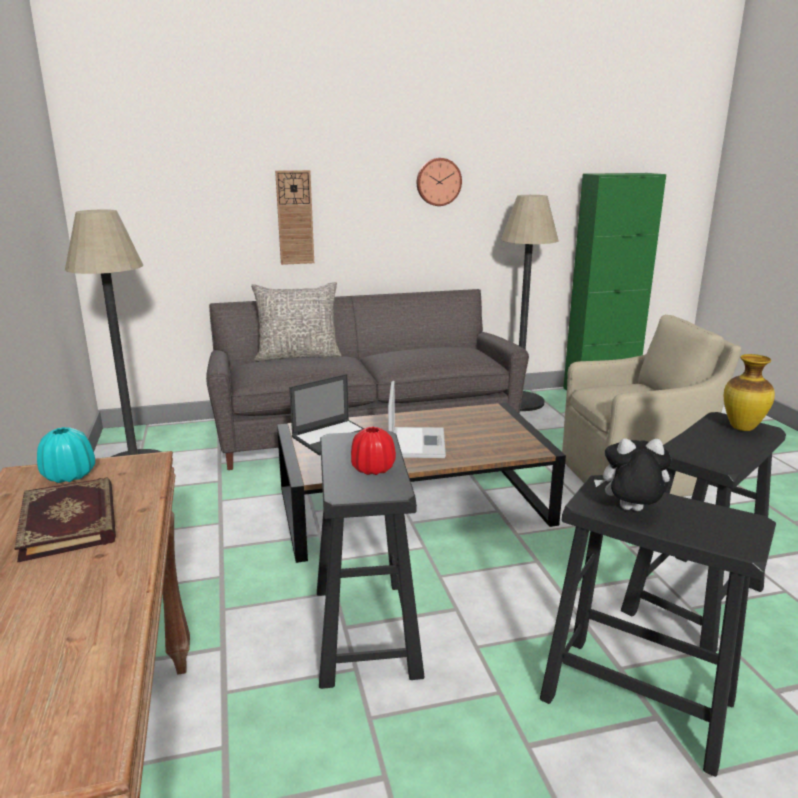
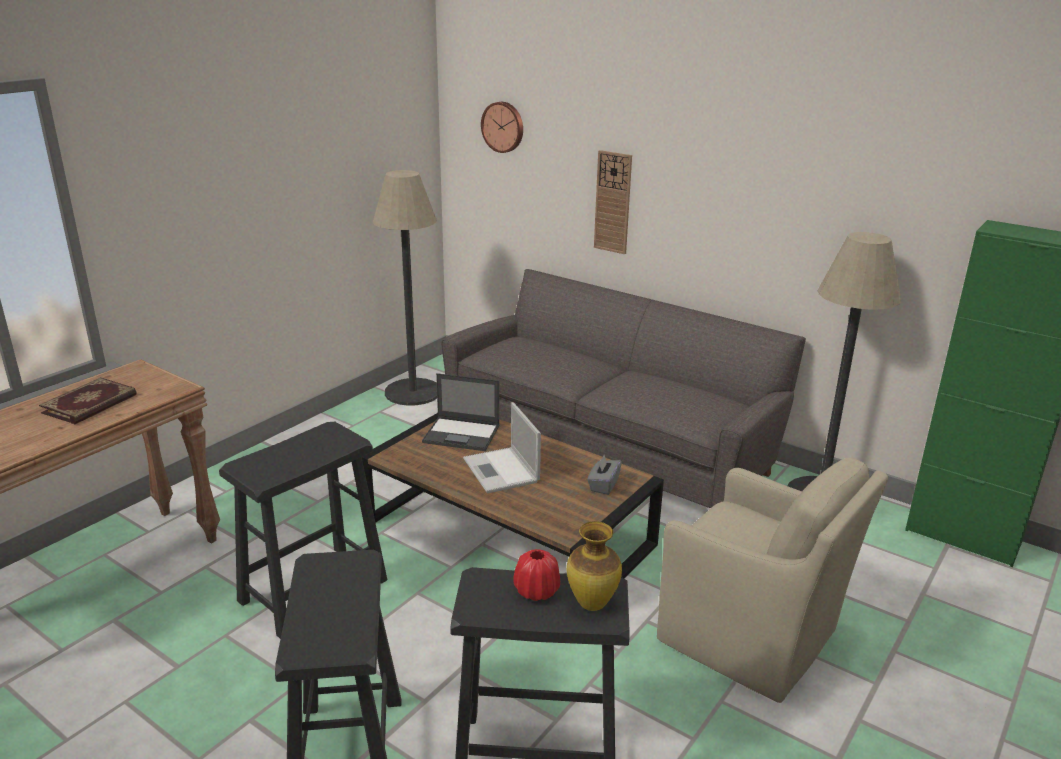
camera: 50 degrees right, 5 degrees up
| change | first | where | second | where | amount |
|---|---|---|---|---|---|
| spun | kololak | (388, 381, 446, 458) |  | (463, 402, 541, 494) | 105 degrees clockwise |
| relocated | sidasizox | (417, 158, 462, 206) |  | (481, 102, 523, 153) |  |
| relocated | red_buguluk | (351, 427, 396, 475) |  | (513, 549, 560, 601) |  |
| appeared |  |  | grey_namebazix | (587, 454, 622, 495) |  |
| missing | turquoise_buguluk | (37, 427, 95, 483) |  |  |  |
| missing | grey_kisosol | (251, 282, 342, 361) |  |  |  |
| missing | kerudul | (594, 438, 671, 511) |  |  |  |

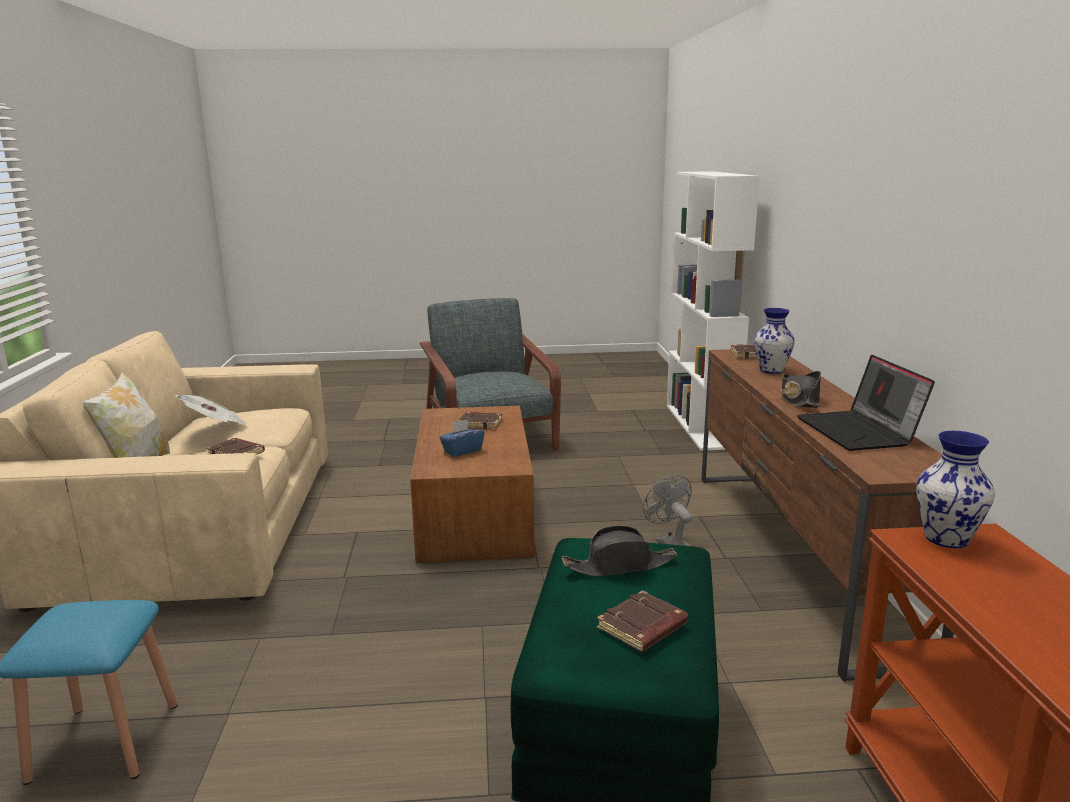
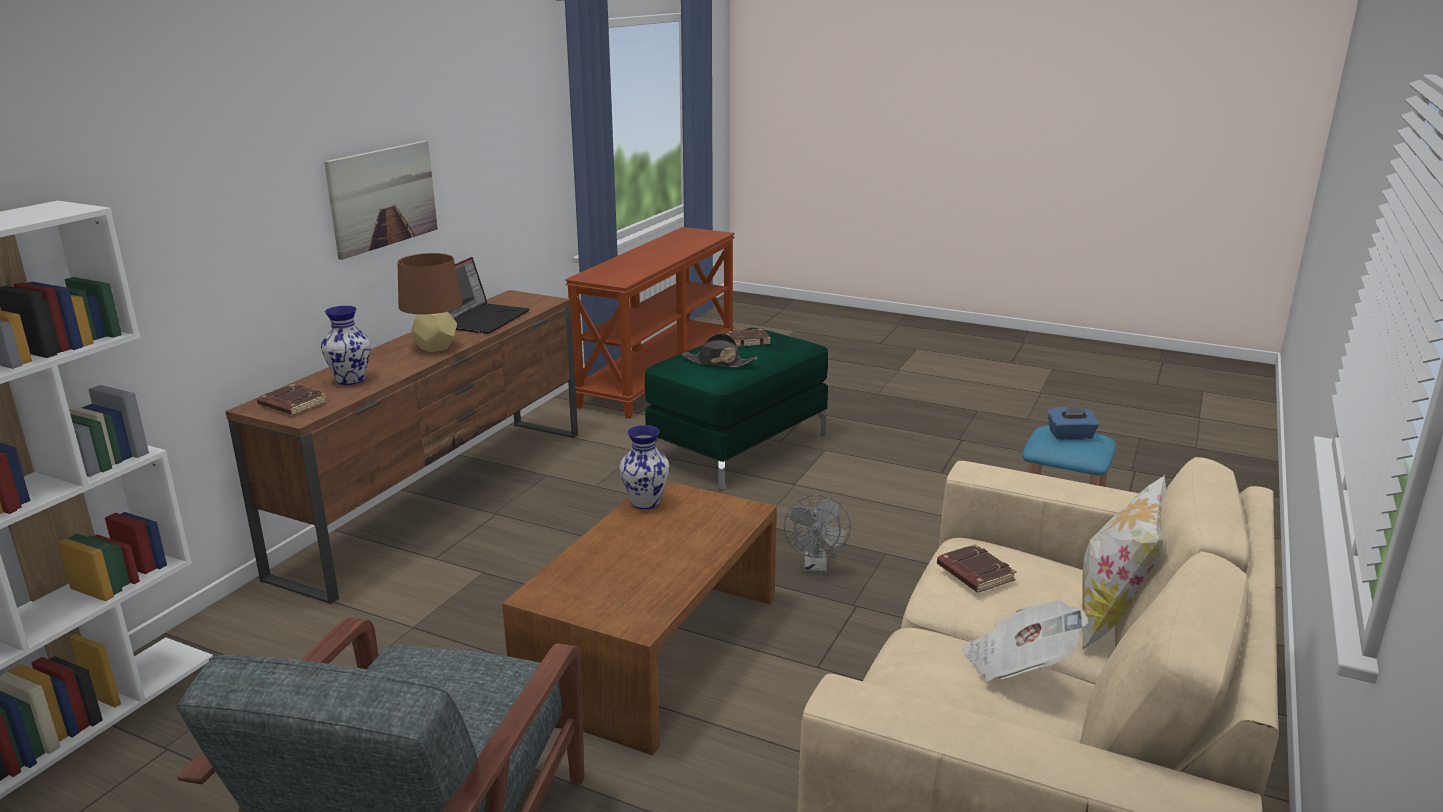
camera: 150 degrees left, 5 degrees up
| change | first | where | second | where | amount |
|---|---|---|---|---|---|
| appeared |  |  | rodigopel | (324, 141, 438, 260) |  |
| exchanged | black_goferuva | (781, 371, 821, 408) | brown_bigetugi | (397, 253, 463, 352) |  |
| relocated | buguluk | (916, 431, 995, 548) |  | (619, 425, 670, 509) |  |
| relocated | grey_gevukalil | (643, 475, 692, 546) |  | (784, 494, 851, 574) |  |
| relocated | blue_namebazix | (439, 420, 485, 457) |  | (1048, 406, 1099, 440) |  |
| missing | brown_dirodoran | (457, 412, 502, 430) |  |  |  |

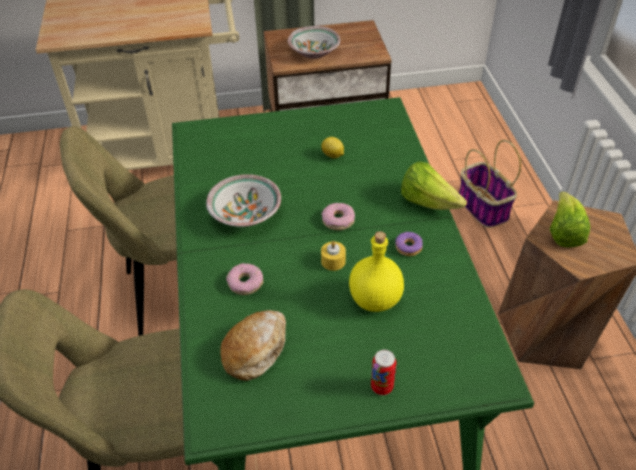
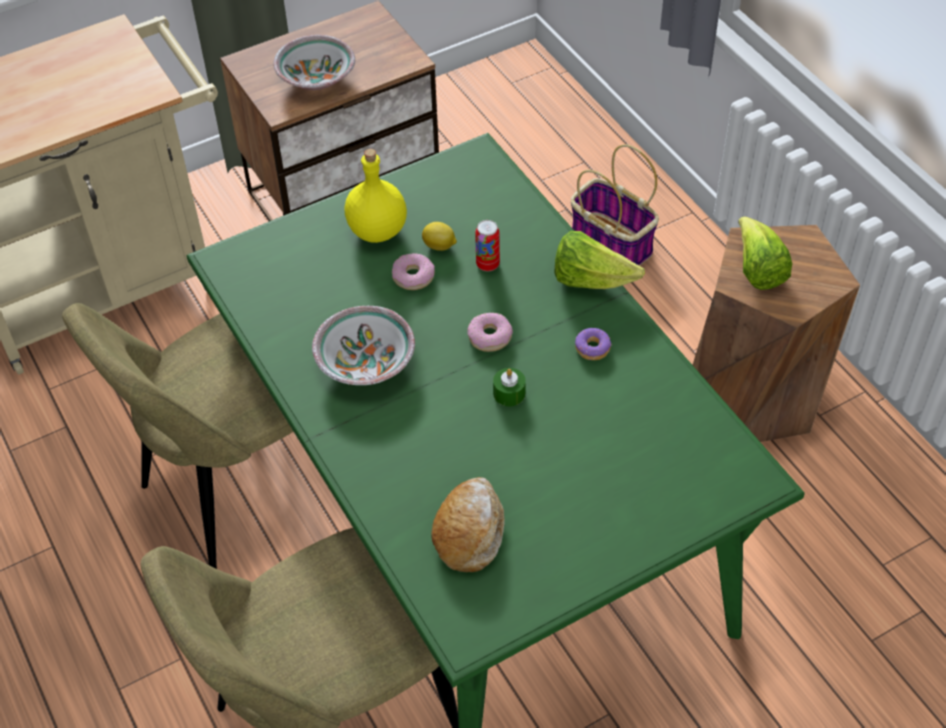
camera: 20 degrees left, 5 degrees up
| change | first | where | second | where | amount |
|---|---|---|---|---|---|
| relocated | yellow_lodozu | (349, 231, 404, 312) |  | (345, 149, 407, 243) |  |
| relocated | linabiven | (226, 263, 263, 295) |  | (392, 253, 435, 290) |  |
| relocated | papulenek | (371, 349, 396, 395) |  | (475, 220, 500, 271) |  |
| colour | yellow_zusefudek | (321, 241, 346, 271) | green_zusefudek | (493, 368, 526, 406) |  |

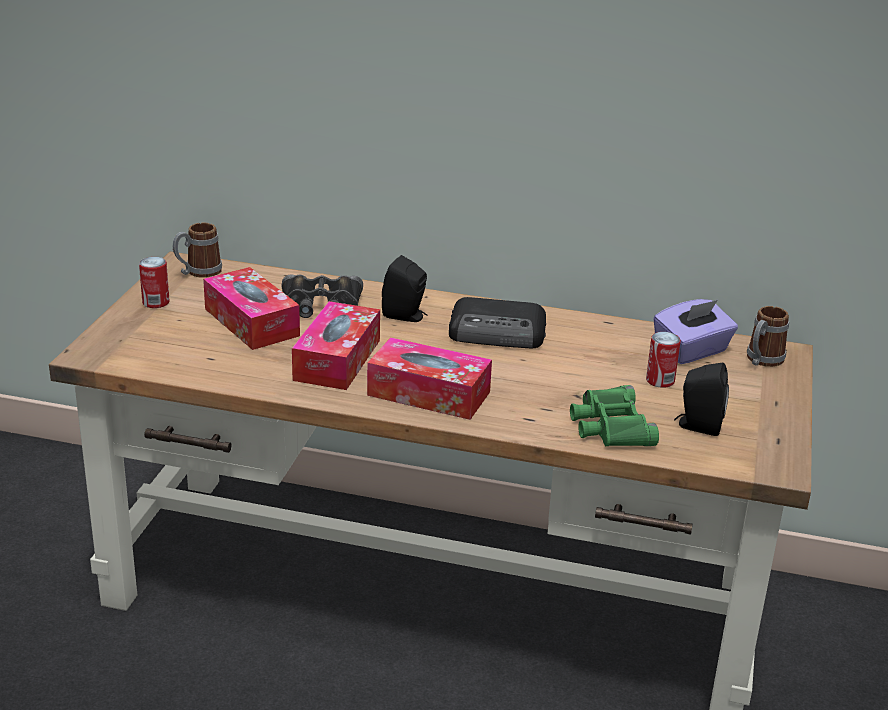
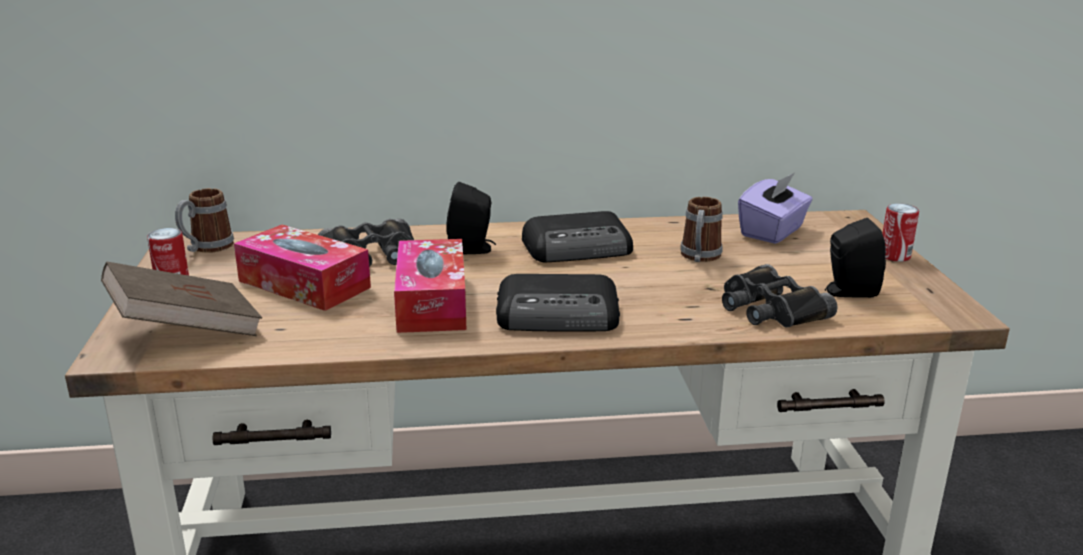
camera: 20 degrees left, 5 degrees down
| change | first | where | second | where | amount |
|---|---|---|---|---|---|
| appeared |  |  | brown_dirodoran | (101, 262, 262, 336) |  |
| exchanged | namebazix | (367, 337, 492, 420) | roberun | (496, 274, 620, 332) |  |
| relocated | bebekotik | (747, 306, 789, 367) |  | (680, 197, 723, 262) |  |
| colour | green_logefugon | (570, 385, 659, 446) | black_logefugon | (722, 264, 837, 328) |  |
| relocated | papulenek | (646, 332, 681, 388) |  | (882, 203, 919, 262) |  |

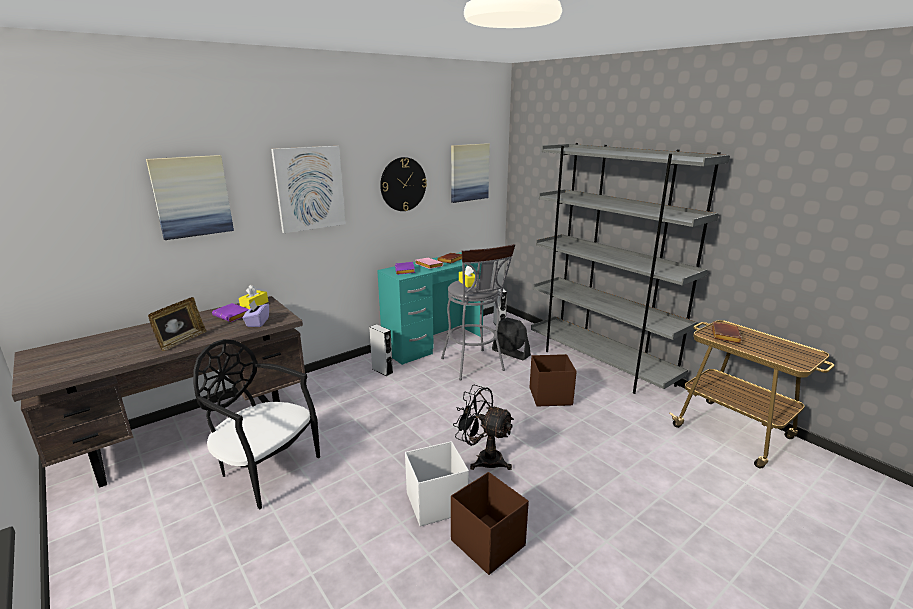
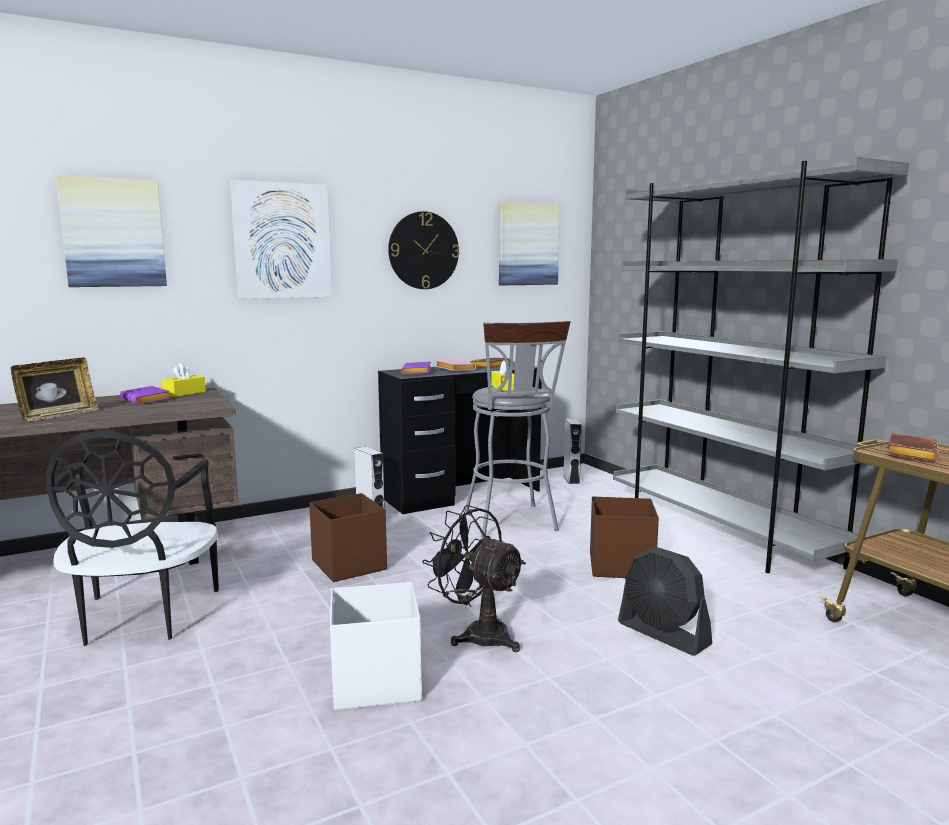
camera: 10 degrees right, 10 degrees down
| change | first | where | second | where | amount |
|---|---|---|---|---|---|
| spun | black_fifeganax | (193, 339, 320, 509) |  | (46, 430, 219, 646) | 135 degrees counterclockwise |
| relocated | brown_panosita | (451, 472, 529, 575) |  | (309, 493, 387, 582) |  |
| colour | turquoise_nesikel | (377, 252, 483, 365) | black_nesikel | (378, 361, 542, 514) |  |
| relocated | black_gevukalil | (492, 318, 531, 360) |  | (618, 547, 712, 656) |  |
| missing | purple_namebazix | (242, 301, 269, 327) |  |  |  |

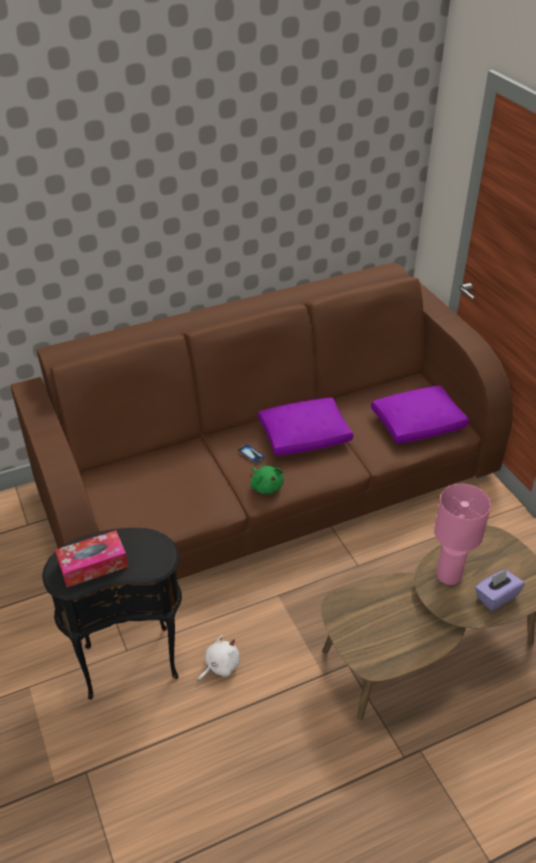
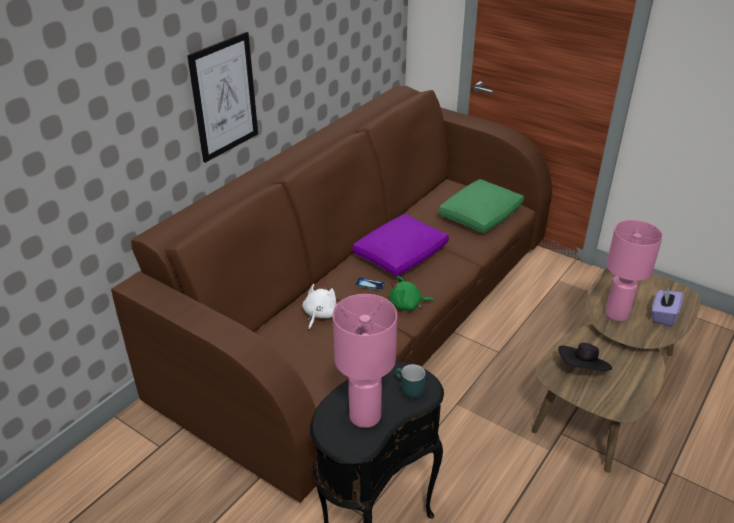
camera: 30 degrees left, 5 degrees down
| change | first | where | second | where | amount |
|---|---|---|---|---|---|
| appeared |  |  | rodigopel | (187, 32, 258, 163) |  |
| relocated | white_kerudul | (197, 635, 240, 681) |  | (302, 283, 337, 330) |  |
| exchanged | namebazix | (55, 530, 128, 587) | pink_bigetugi | (333, 294, 397, 428) |  |
| spun | green_kerudul | (250, 466, 284, 494) |  | (389, 276, 434, 311) | 150 degrees clockwise |
| appeared |  |  | turquoise_bebekotik | (396, 364, 425, 398) |  |
| colour | purple_kisosol | (371, 386, 469, 443) | green_kisosol | (438, 179, 524, 233) |  |
| appeared |  |  | black_goferuva | (558, 343, 612, 371) |  |

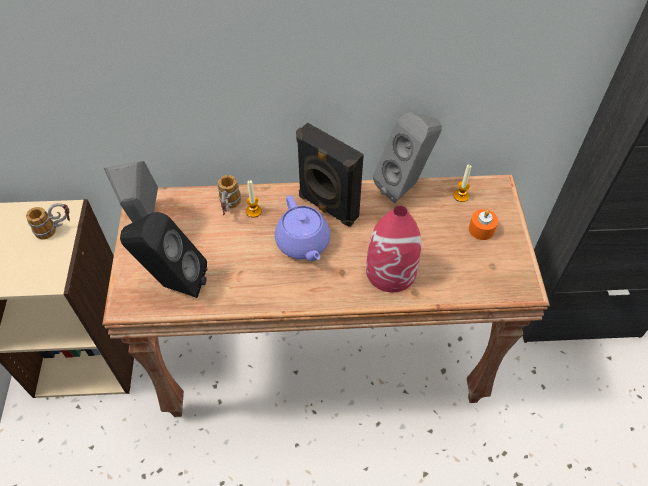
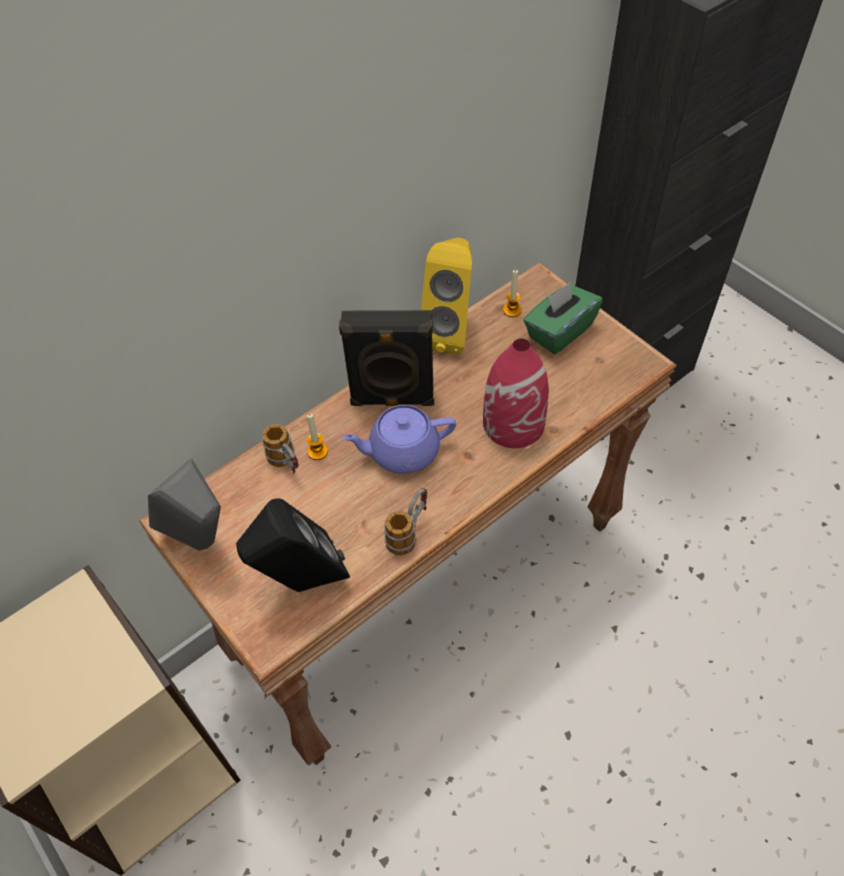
camera: 35 degrees left, 0 degrees up
| change | first | where | second | where | amount |
|---|---|---|---|---|---|
| spun | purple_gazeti | (275, 195, 330, 261) |  | (342, 405, 456, 474) | 135 degrees clockwise |
| relocated | bebekotik | (26, 203, 70, 240) |  | (384, 488, 427, 556) |  |
| colour | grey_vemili | (373, 112, 442, 203) | yellow_vemili | (421, 238, 472, 354) |  |
| exchanged | orange_zusefudek | (469, 209, 498, 240) | green_namebazix | (523, 282, 603, 354) |  |

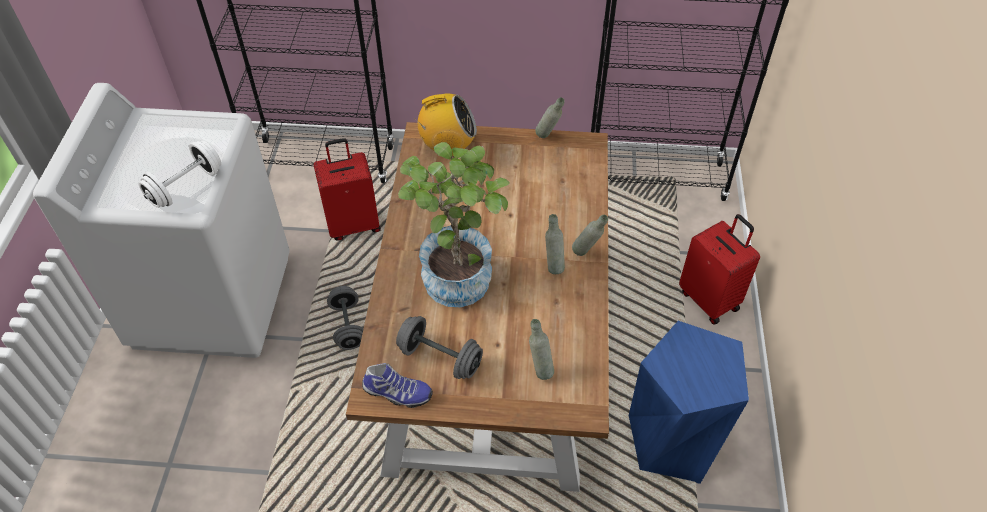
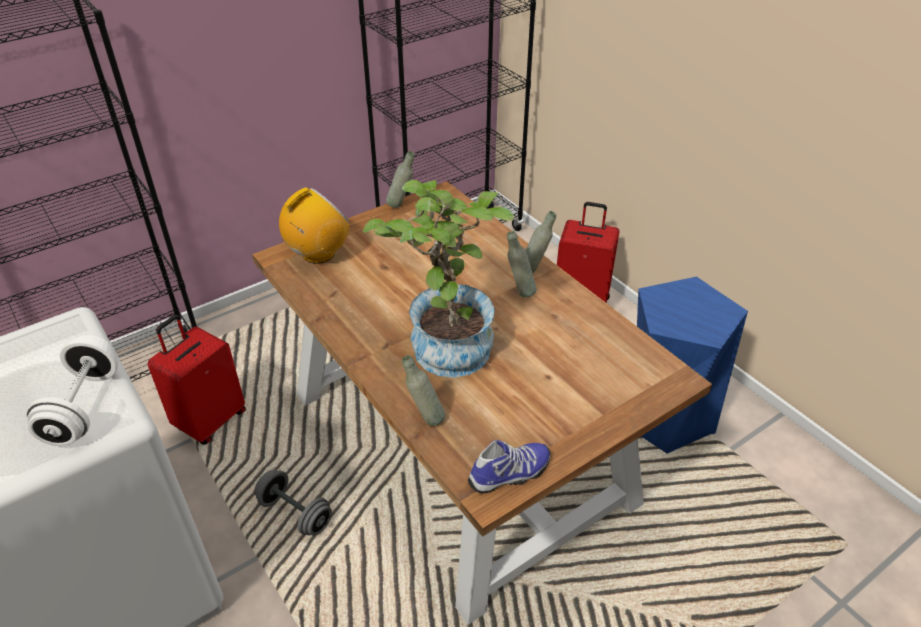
camera: 40 degrees left, 10 degrees down
| change | first | where | second | where | amount |
|---|---|---|---|---|---|
| relocated | grey_lodozu | (529, 319, 554, 380) |  | (402, 355, 445, 426) |  |
| missing | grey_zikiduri | (396, 316, 483, 379) |  |  |  |

